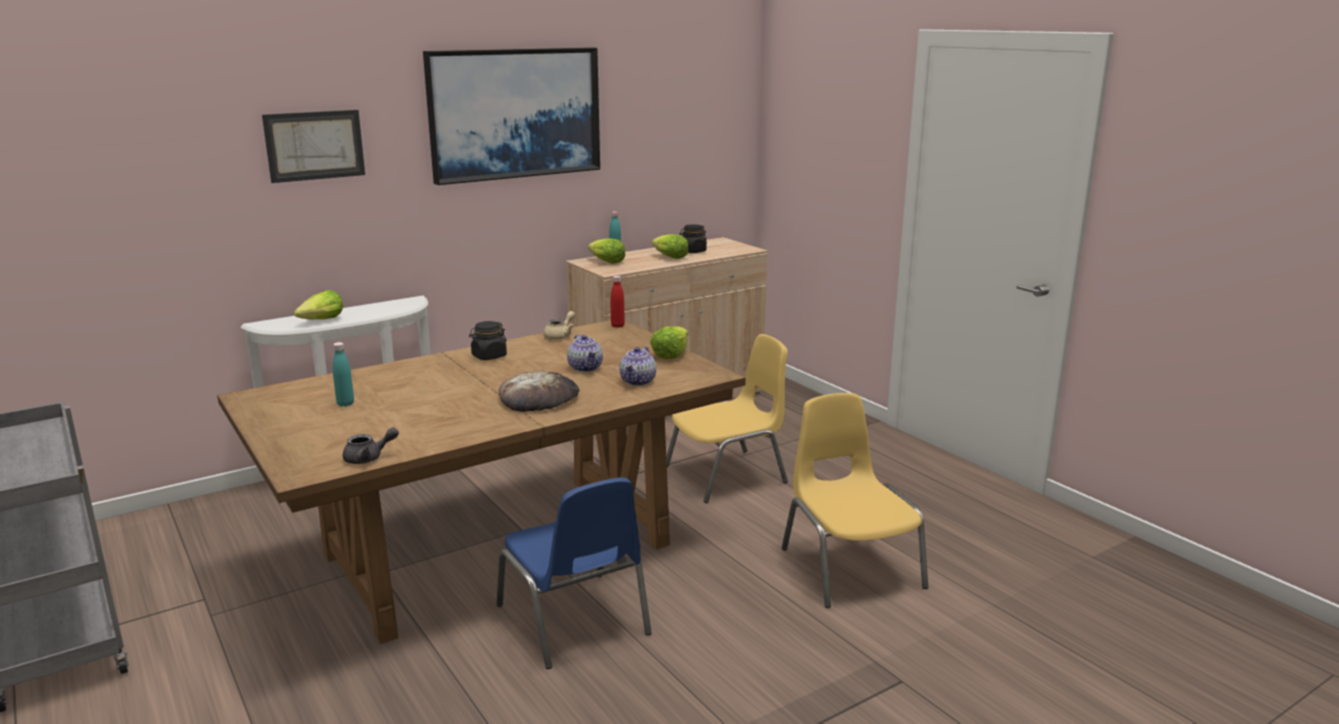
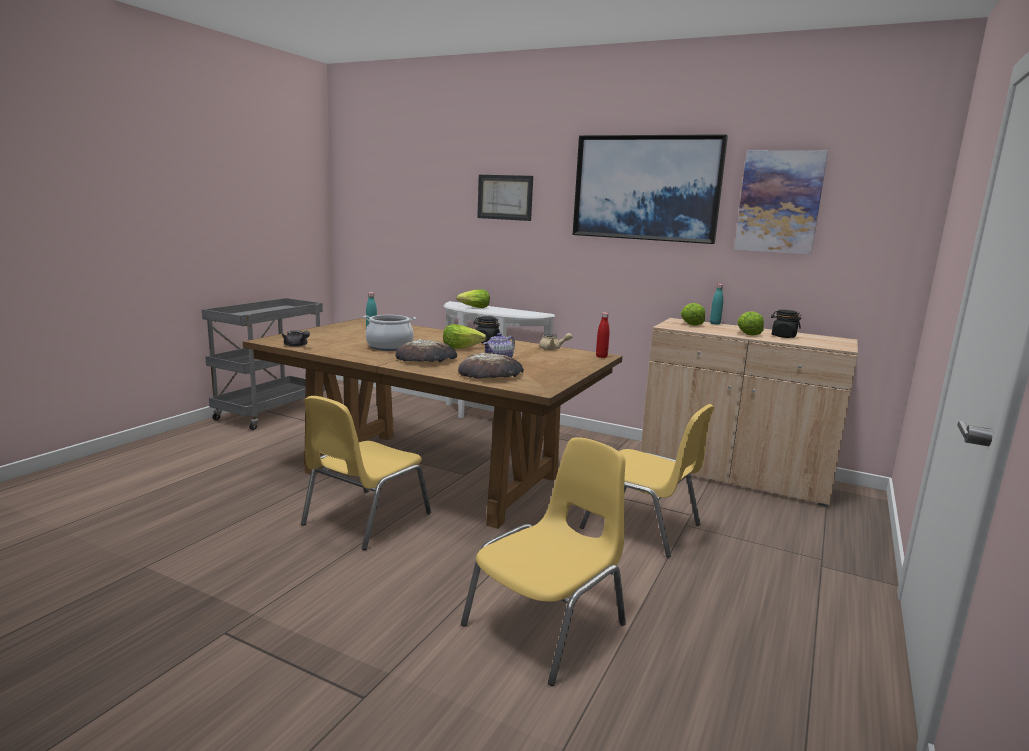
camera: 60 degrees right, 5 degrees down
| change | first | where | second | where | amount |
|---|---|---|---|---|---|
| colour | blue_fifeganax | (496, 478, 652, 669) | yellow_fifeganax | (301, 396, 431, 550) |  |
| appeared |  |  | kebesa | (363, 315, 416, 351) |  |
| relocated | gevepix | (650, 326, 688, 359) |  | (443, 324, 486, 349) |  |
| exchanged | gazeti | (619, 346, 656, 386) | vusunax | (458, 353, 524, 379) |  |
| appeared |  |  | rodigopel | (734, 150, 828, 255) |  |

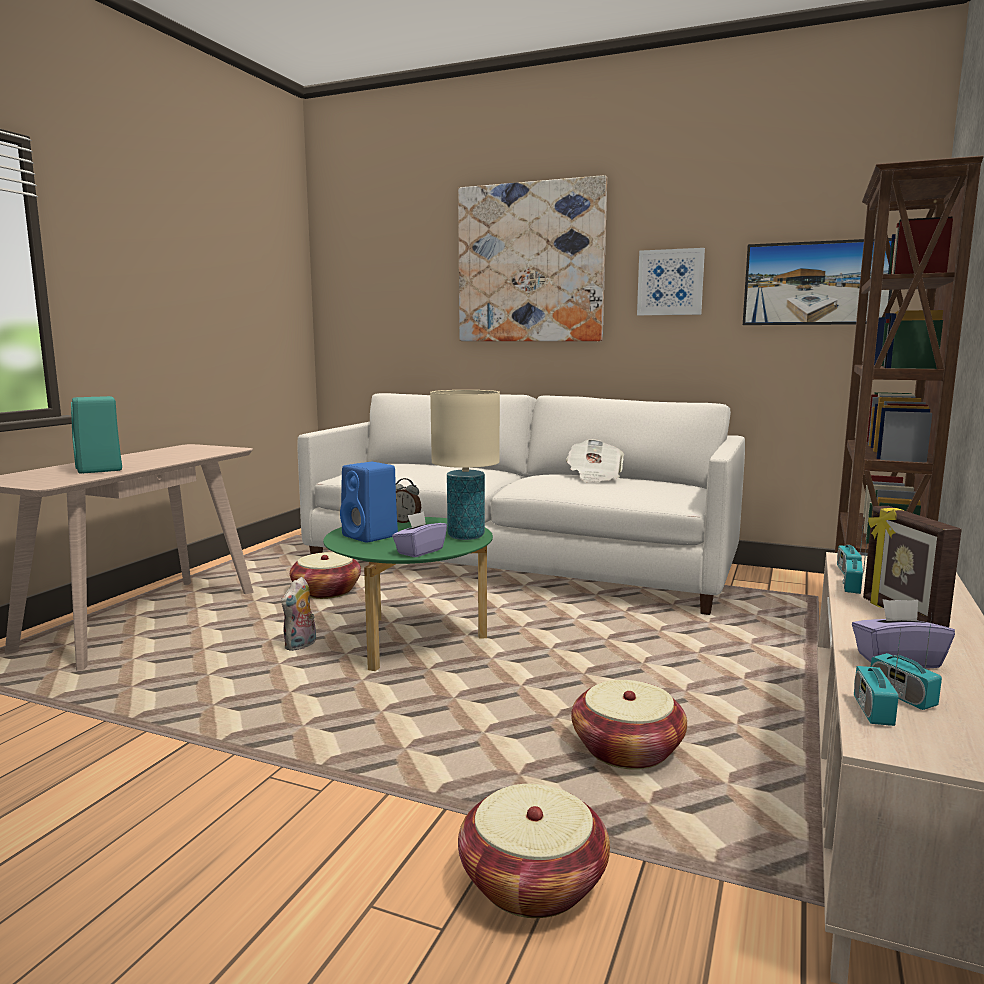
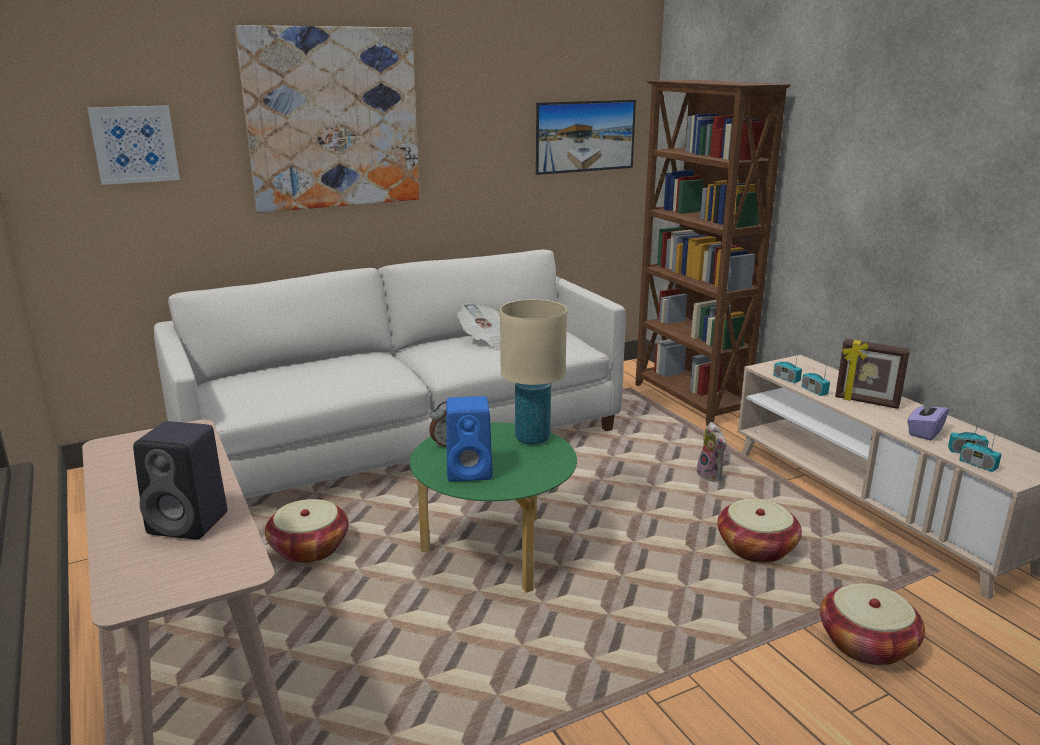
camera: 50 degrees left, 10 degrees up
| change | first | where | second | where | amount |
|---|---|---|---|---|---|
| relocated | rodigopel | (637, 248, 705, 315) |  | (87, 105, 180, 185) |  |
| colour | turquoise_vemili | (71, 396, 122, 474) | black_vemili | (133, 421, 228, 539) |  |
| relocated | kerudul | (281, 577, 316, 651) |  | (697, 422, 727, 481) |  |
| missing | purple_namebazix | (392, 511, 447, 557) |  |  |  |

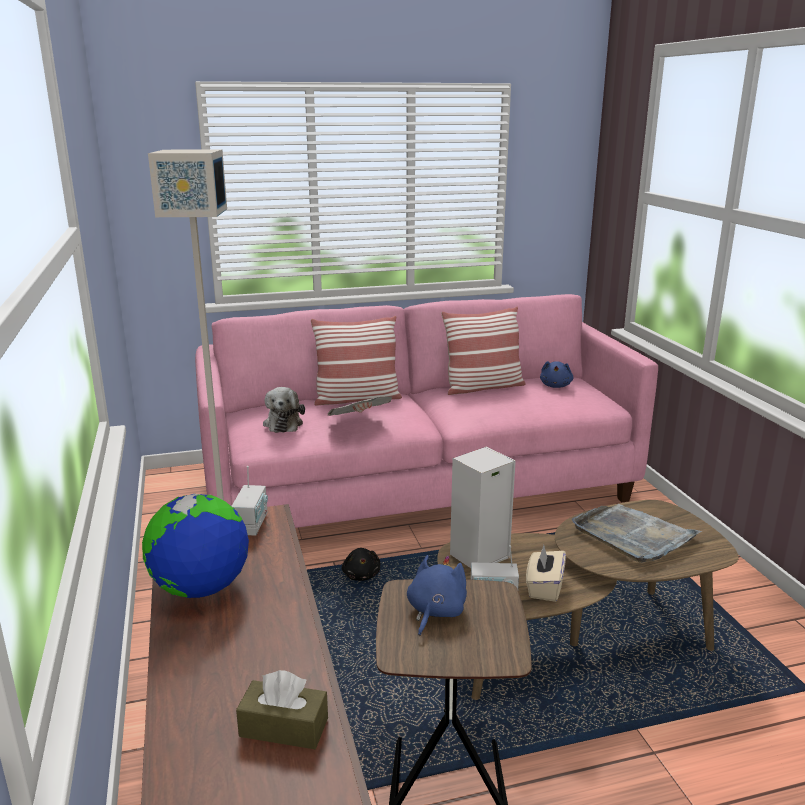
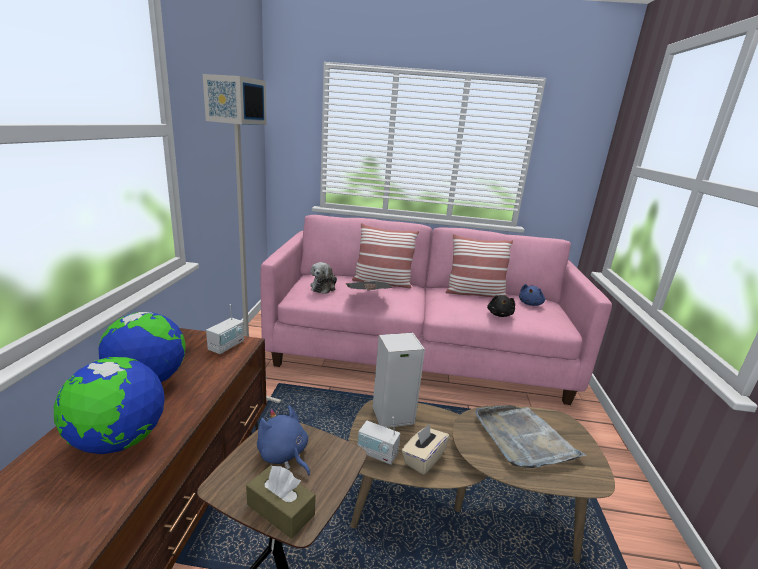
camera: 20 degrees right, 0 degrees up
| change | first | where | second | where | amount |
|---|---|---|---|---|---|
| appeared |  |  | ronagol | (54, 357, 165, 454) |  |
| relocated | brown_namebazix | (236, 670, 328, 749) |  | (246, 465, 316, 539) |  |
| spun | blue_kerudul | (407, 555, 467, 636) |  | (257, 406, 310, 475) | 90 degrees counterclockwise |
| relocated | black_kerudul | (342, 548, 380, 581) |  | (487, 295, 515, 317) |  |

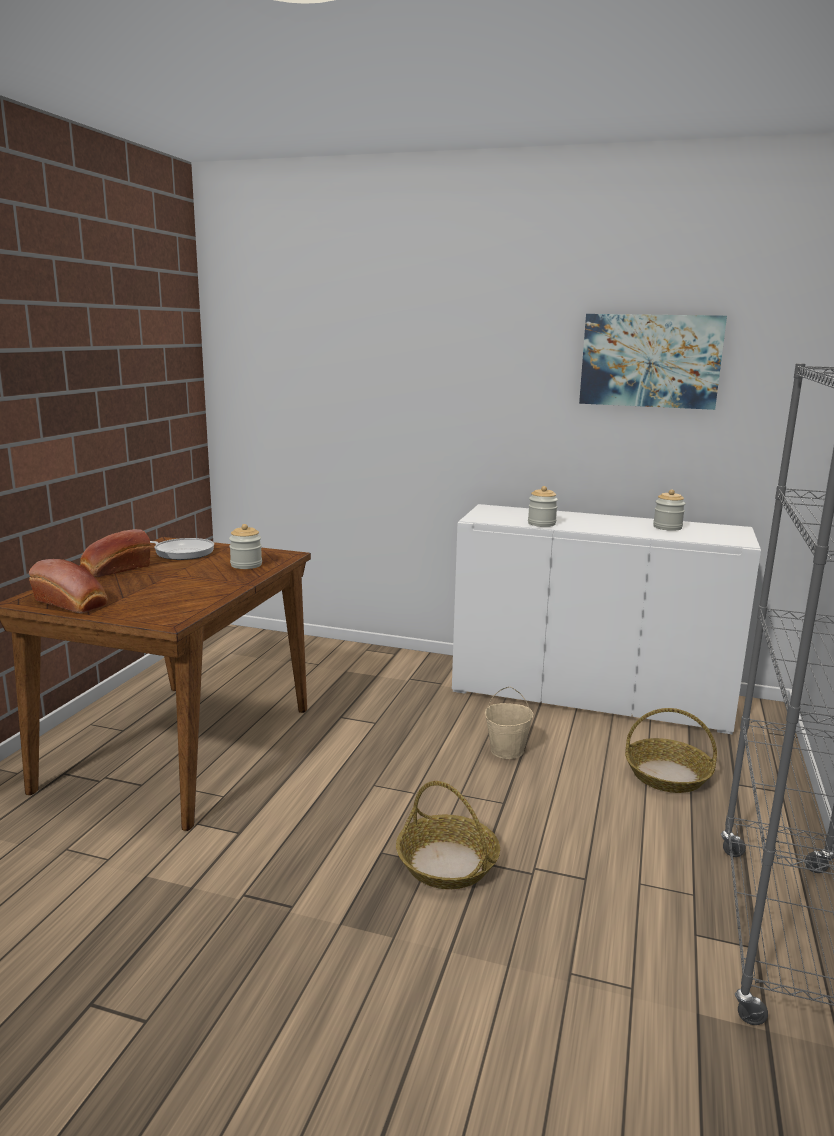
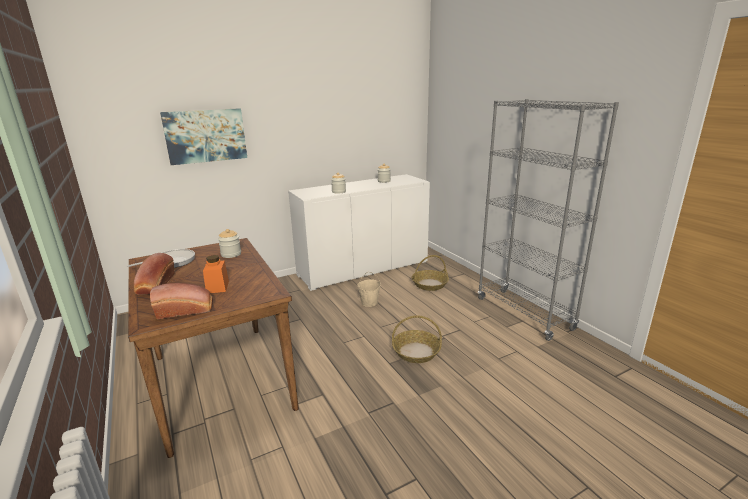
camera: 45 degrees left, 5 degrees up
| change | first | where | second | where | amount |
|---|---|---|---|---|---|
| relocated | rodigopel | (579, 314, 727, 410) |  | (160, 108, 247, 165) |  |
| appeared |  |  | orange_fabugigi | (203, 255, 229, 293) |  |

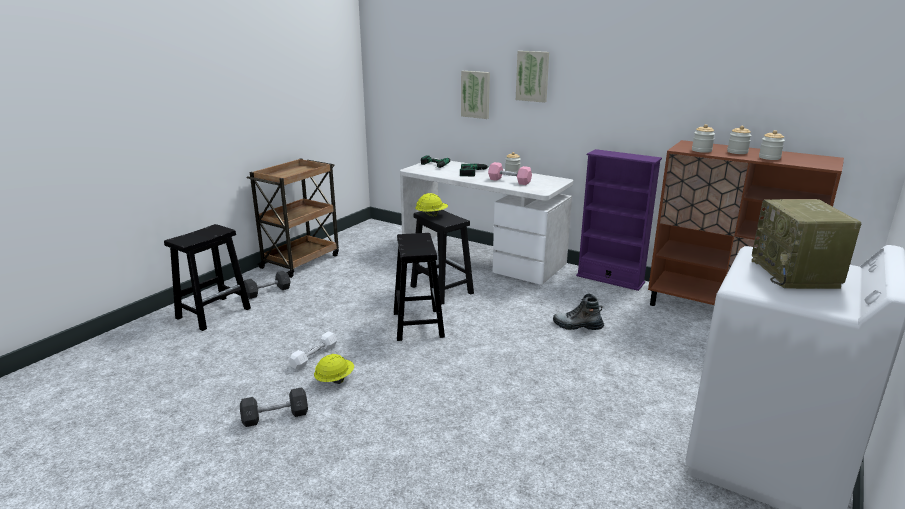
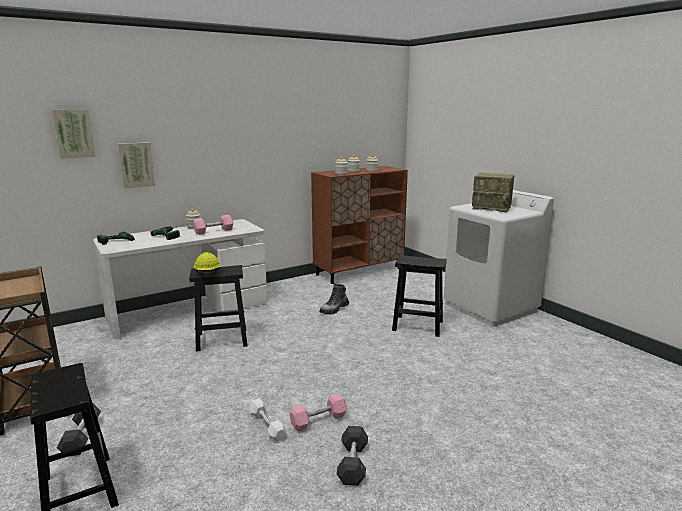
camera: 65 degrees left, 5 degrees down
| change | first | where | second | where | amount |
|---|---|---|---|---|---|
| relocated | rodigopel | (516, 51, 549, 103) |  | (52, 109, 96, 159) |  |
| exchanged | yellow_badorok | (314, 354, 354, 384) | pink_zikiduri | (289, 393, 347, 431) |  |
| relocated | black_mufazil | (394, 233, 445, 341) |  | (392, 255, 447, 337) |  |
| missing | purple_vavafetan | (576, 149, 662, 291) |  |  |  |

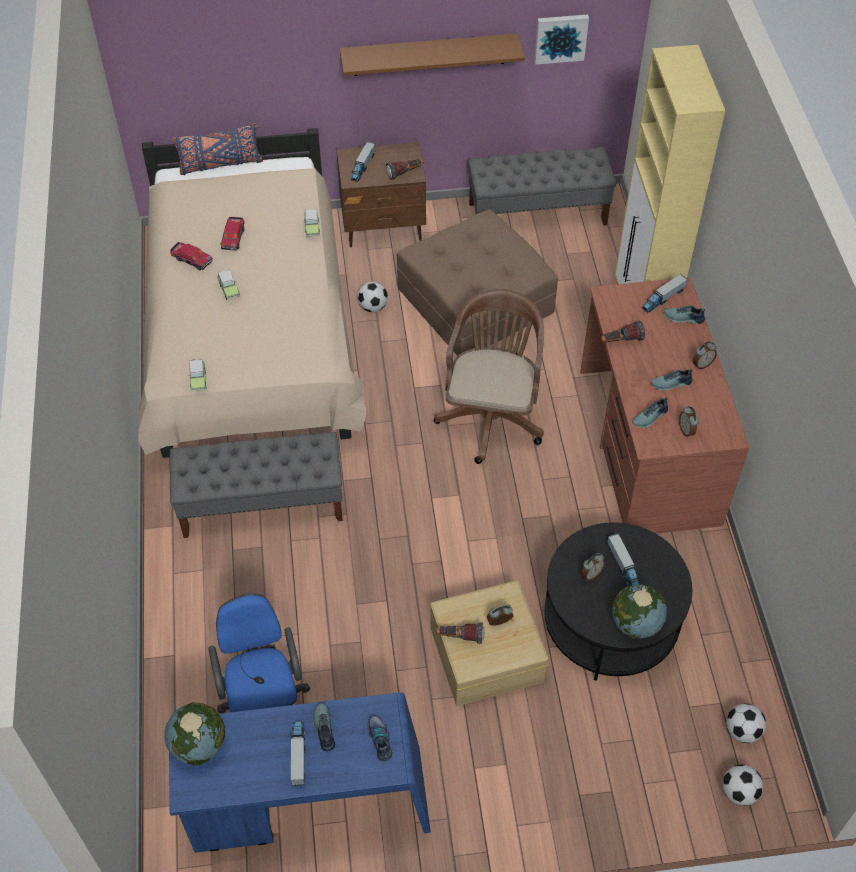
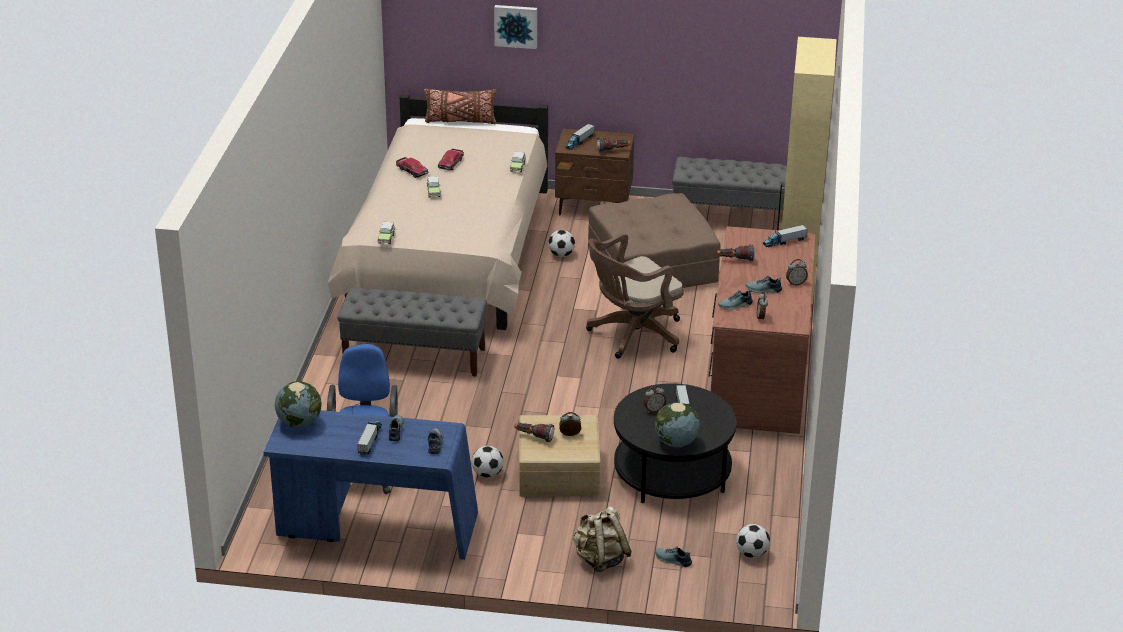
camera: 15 degrees right, 20 degrees down
| change | first | where | second | where | amount |
|---|---|---|---|---|---|
| colour | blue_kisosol | (172, 123, 263, 175) | brown_kisosol | (424, 89, 497, 124) |  |
| relocated | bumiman | (722, 764, 763, 806) |  | (472, 446, 504, 478) |  |
| relocated | rodigopel | (534, 14, 589, 65) |  | (494, 5, 537, 49) |  |
| appeared |  |  | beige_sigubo | (573, 506, 632, 572) |  |
| spun | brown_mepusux | (434, 289, 544, 464) |  | (586, 233, 684, 359) | 150 degrees counterclockwise |
| relocated | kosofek | (664, 305, 705, 324) |  | (655, 547, 692, 567) |  |
| missing | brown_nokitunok | (340, 34, 525, 76) |  |  |  |

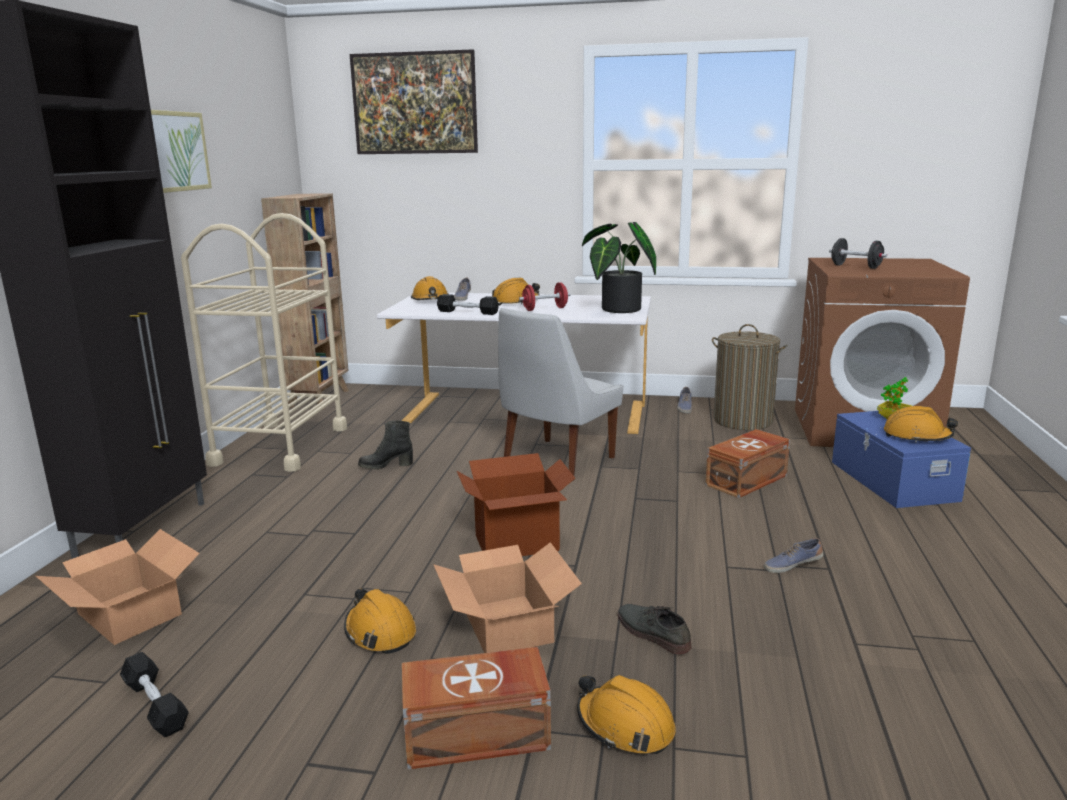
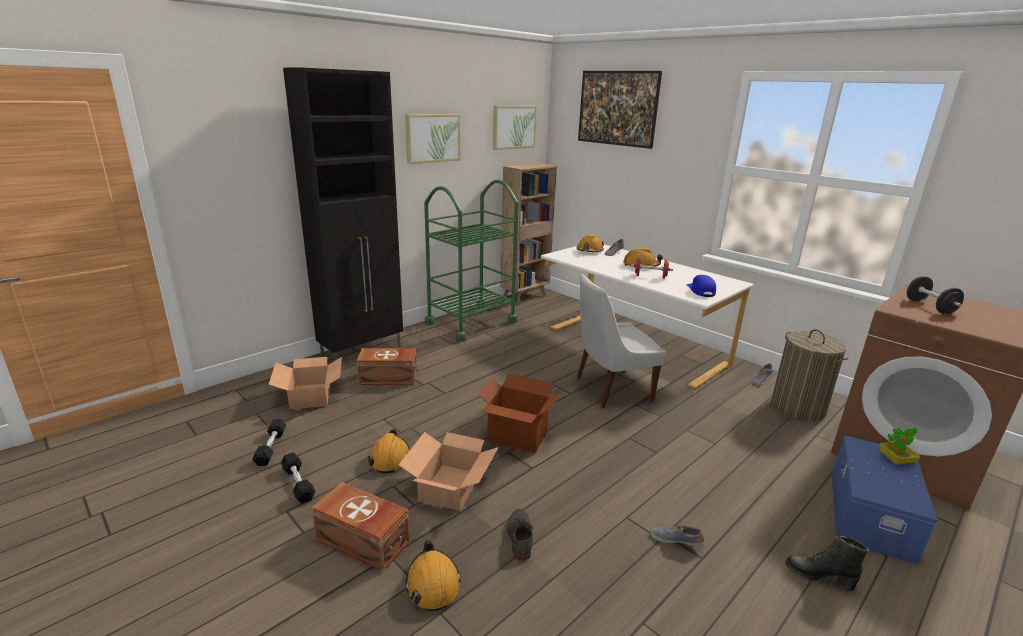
camera: 35 degrees right, 5 degrees up
| change | first | where | second | where | amount |
|---|---|---|---|---|---|
| relocated | black_zikiduri | (437, 294, 499, 315) |  | (281, 452, 315, 504) |  |
| relocated | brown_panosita | (705, 429, 790, 498) |  | (357, 348, 417, 385) |  |
| colour | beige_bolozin | (181, 213, 347, 472) | green_bolozin | (424, 180, 518, 342) |  |
| appeared |  |  | rodigopel | (493, 105, 537, 150) |  |
| exchanged | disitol | (582, 222, 656, 313) | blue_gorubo | (687, 275, 716, 297) |  |
| relocated | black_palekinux | (358, 421, 413, 470) |  | (786, 536, 869, 591) |  |
| missing | orange_badorok | (884, 406, 958, 443) |  |  |  |

